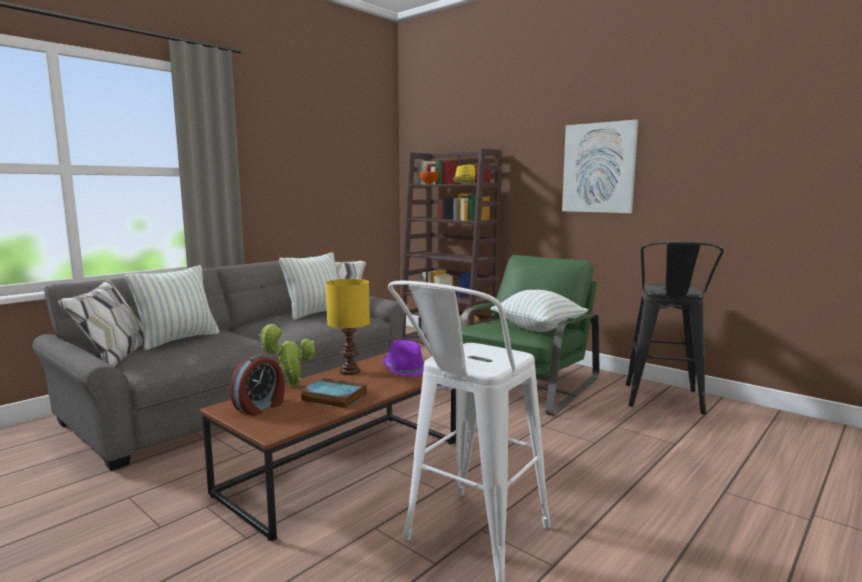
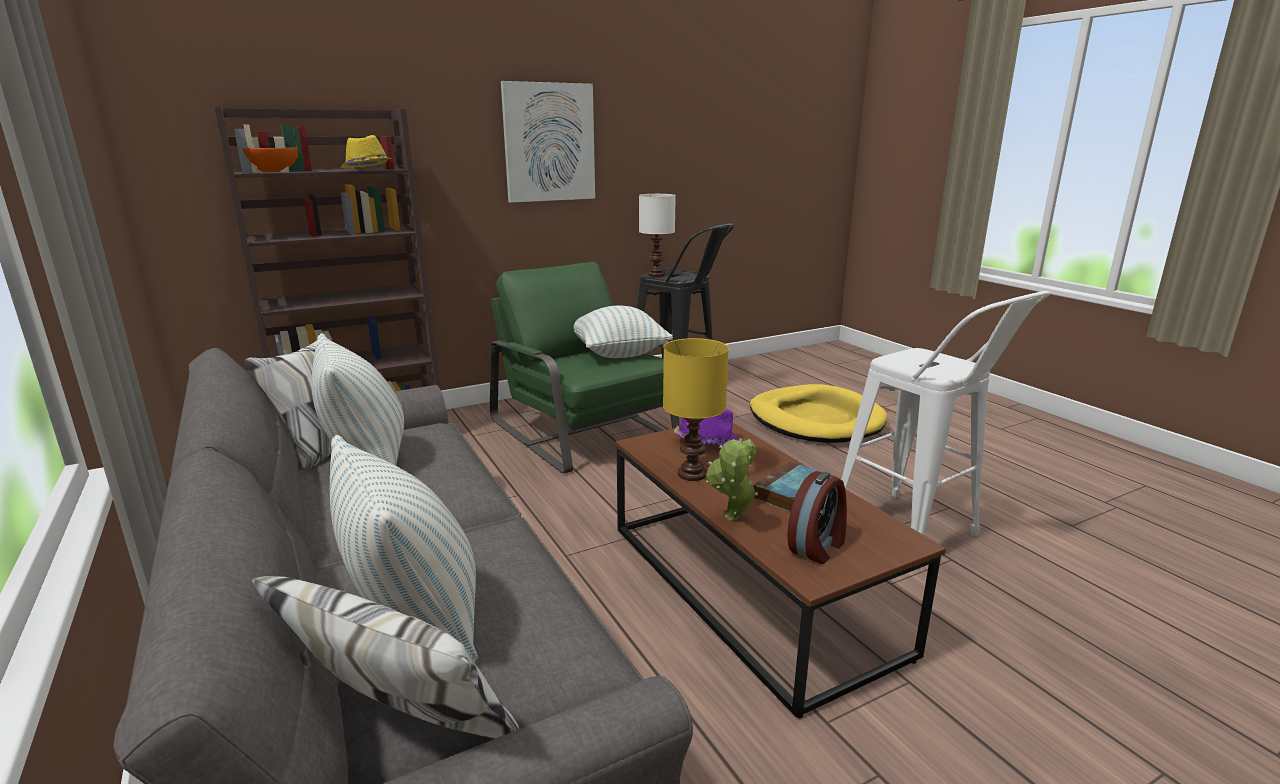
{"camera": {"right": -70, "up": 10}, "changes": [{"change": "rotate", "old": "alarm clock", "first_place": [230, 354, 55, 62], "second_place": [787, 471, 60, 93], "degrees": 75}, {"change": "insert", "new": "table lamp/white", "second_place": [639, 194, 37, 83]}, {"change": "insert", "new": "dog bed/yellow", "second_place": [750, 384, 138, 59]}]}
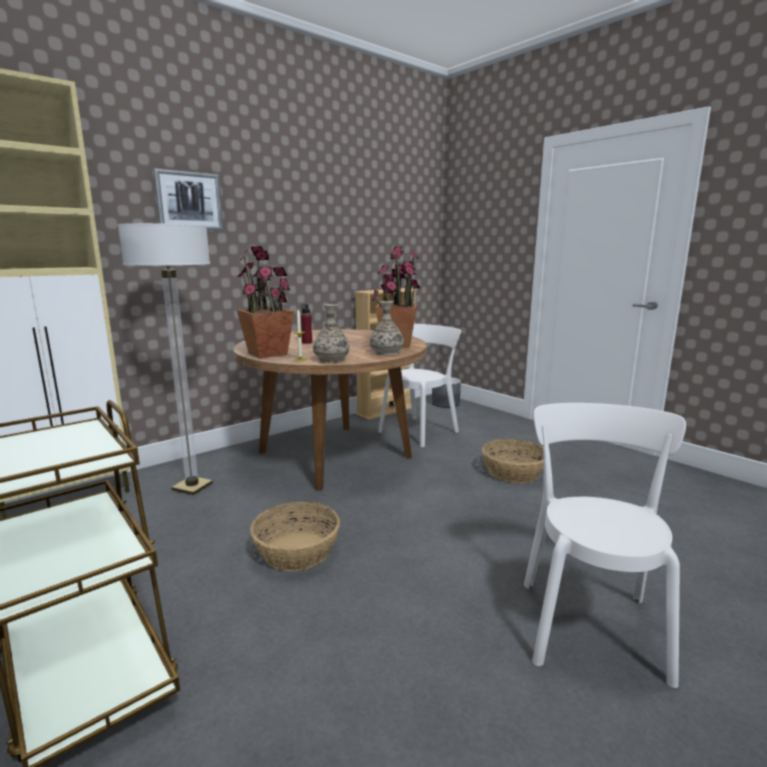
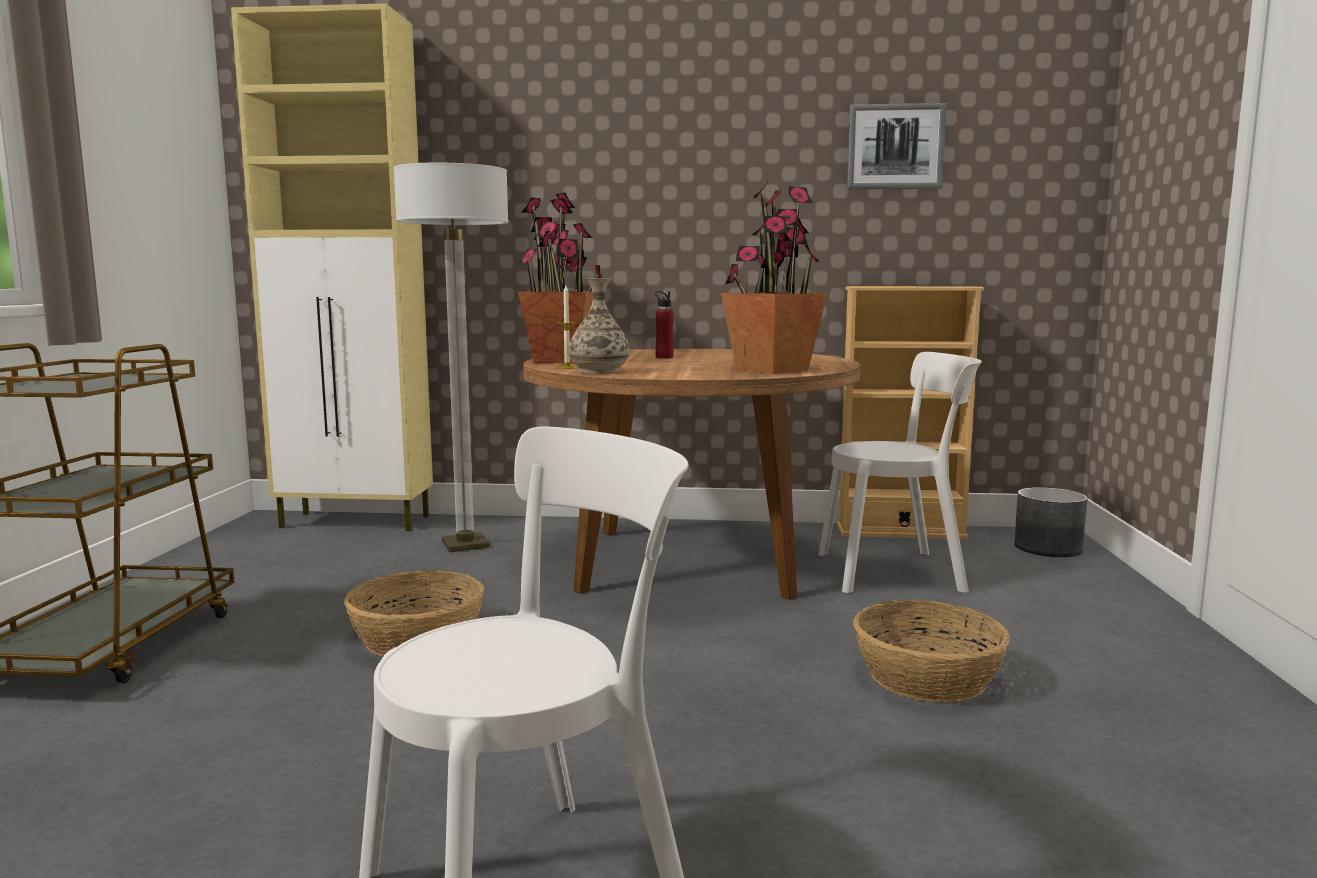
{"camera": {"right": 45, "up": -5}, "changes": [{"change": "move", "old": "picture", "first_place": [153, 169, 70, 61], "second_place": [847, 103, 100, 86]}, {"change": "delete", "old": "vase", "first_place": [370, 301, 34, 55]}]}
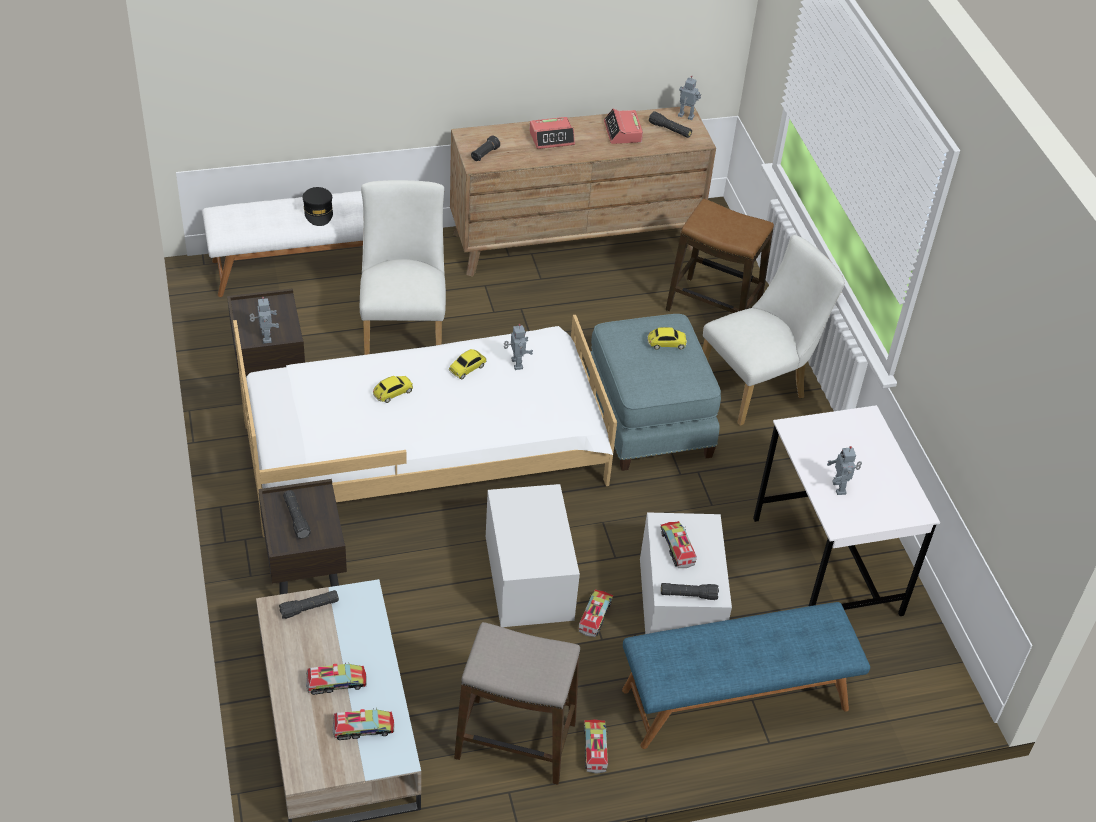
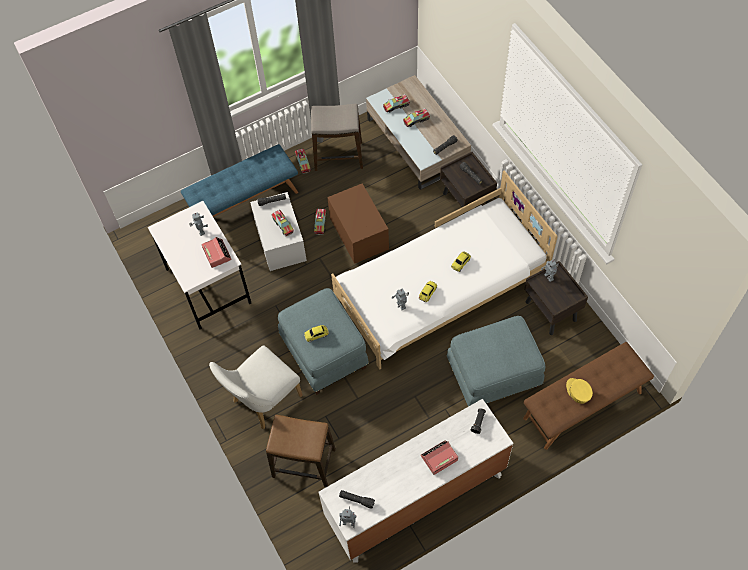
{"camera": {"right": 170, "up": 15}, "changes": [{"change": "recolor", "old": "dresser/brown", "new": "dresser/white", "first_place": [450, 106, 266, 171], "second_place": [319, 399, 194, 164]}, {"change": "move", "old": "alarm clock", "first_place": [604, 108, 39, 36], "second_place": [202, 237, 30, 31]}, {"change": "replace", "old": "chair/white", "new": "ottoman/blue", "first_place": [360, 180, 86, 175], "second_place": [447, 316, 98, 91]}, {"change": "recolor", "old": "cap/black", "new": "cap/yellow", "first_place": [303, 187, 30, 39], "second_place": [566, 378, 27, 26]}, {"change": "recolor", "old": "bench/white", "new": "bench/brown", "first_place": [202, 191, 161, 106], "second_place": [523, 342, 131, 108]}, {"change": "recolor", "old": "storage box/white", "new": "storage box/brown", "first_place": [486, 484, 94, 143], "second_place": [327, 184, 62, 80]}]}
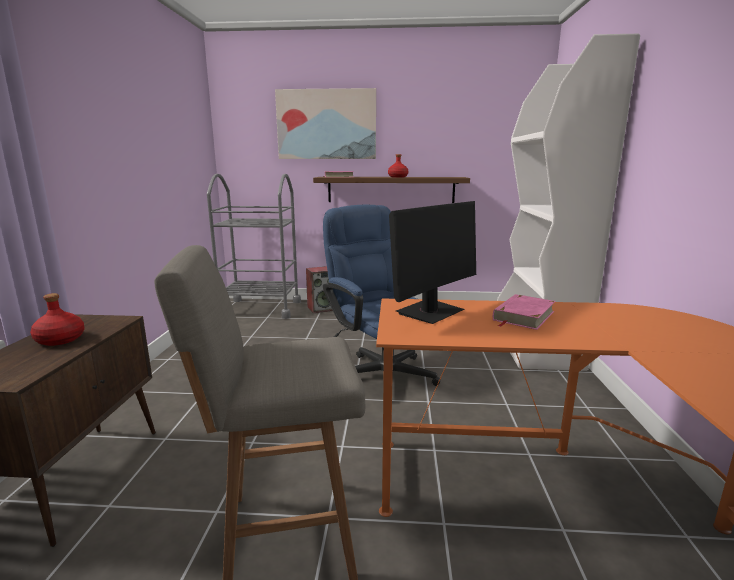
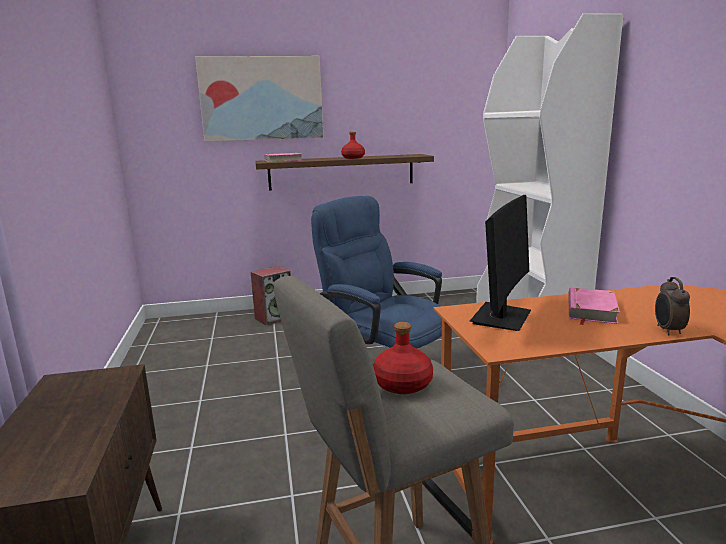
{"camera": {"right": -15, "up": 0}, "changes": [{"change": "delete", "old": "cart/grey", "first_place": [207, 174, 94, 145]}, {"change": "move", "old": "bottle/red", "first_place": [30, 293, 55, 53], "second_place": [373, 322, 60, 72]}, {"change": "insert", "new": "alarm clock", "second_place": [655, 277, 35, 58]}]}
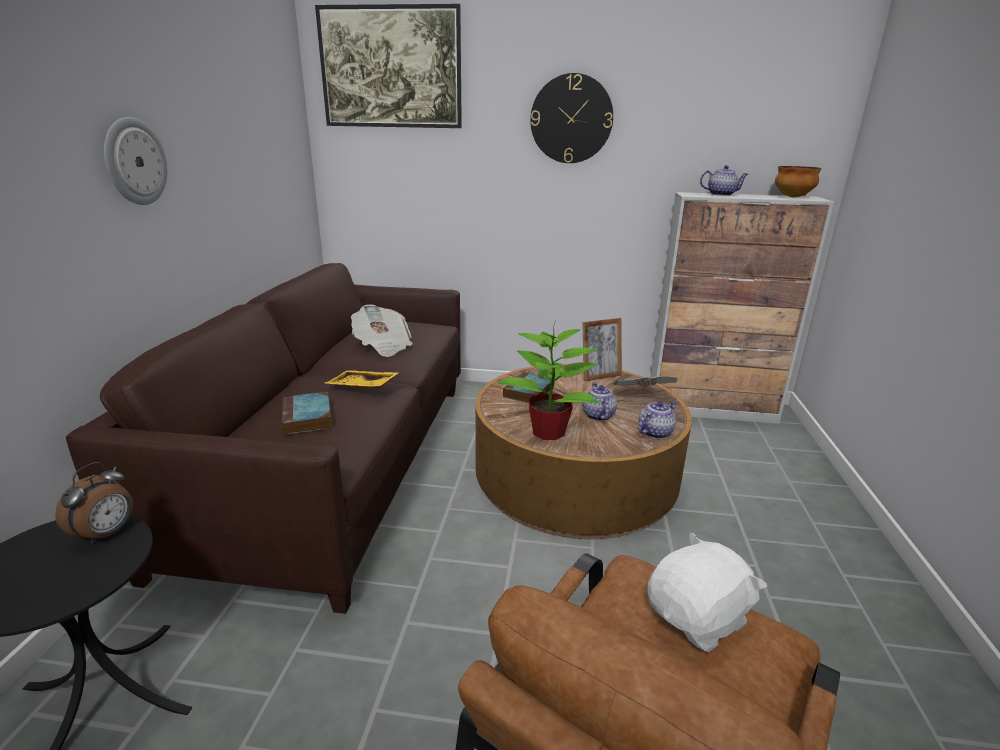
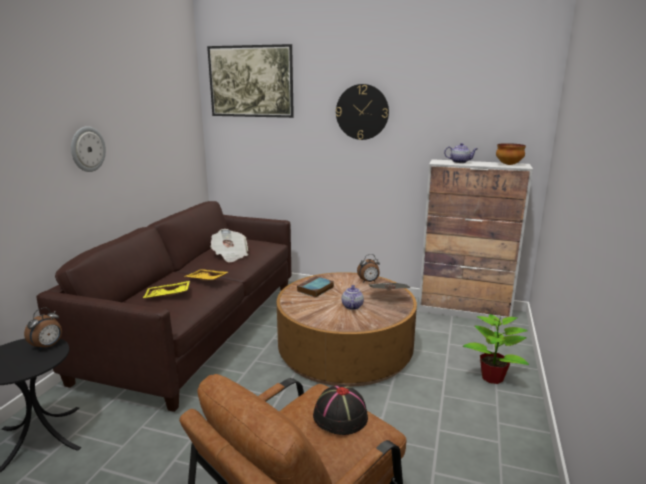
{"camera": {"right": 10, "up": -5}, "changes": [{"change": "replace", "old": "picture frame", "new": "alarm clock", "first_place": [582, 318, 40, 63], "second_place": [357, 254, 23, 29]}, {"change": "move", "old": "potted plant", "first_place": [498, 323, 101, 117], "second_place": [463, 311, 66, 73]}, {"change": "replace", "old": "book", "new": "tray/yellow", "first_place": [281, 392, 51, 43], "second_place": [143, 281, 47, 17]}, {"change": "delete", "old": "teapot", "first_place": [638, 401, 39, 38]}, {"change": "replace", "old": "plush toy/white", "new": "hat/black", "first_place": [647, 532, 120, 120], "second_place": [313, 385, 55, 50]}]}
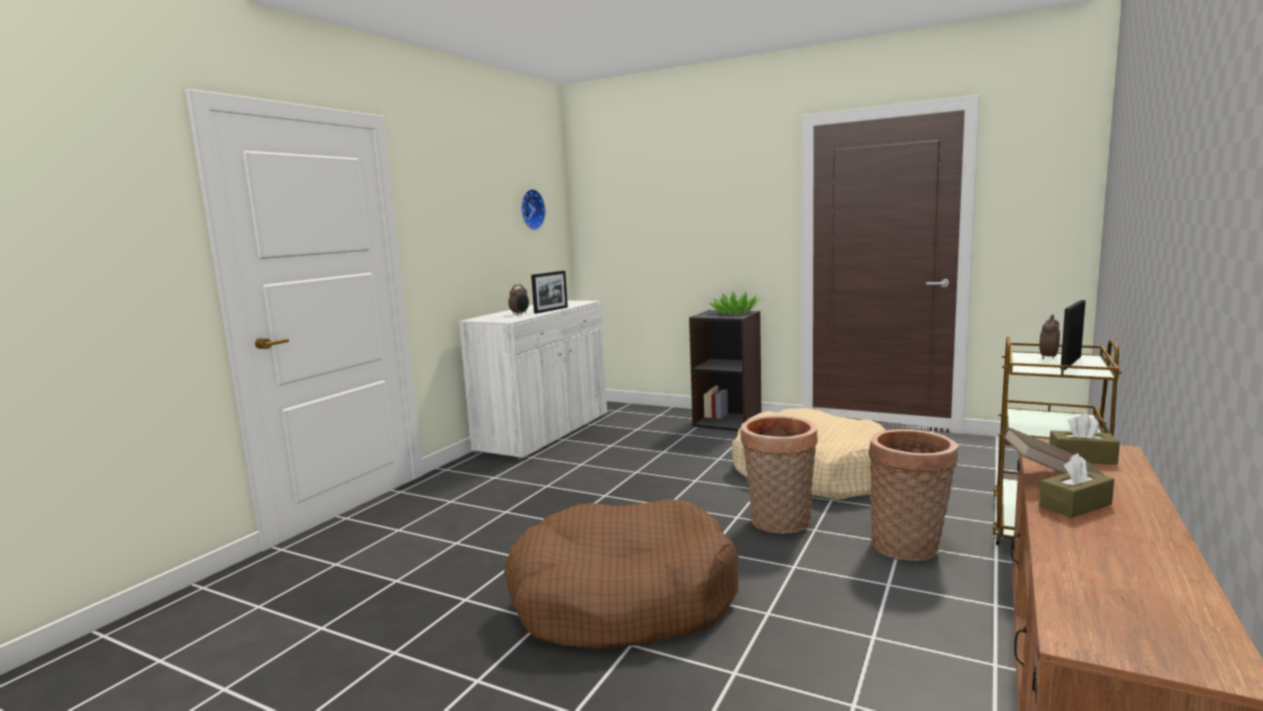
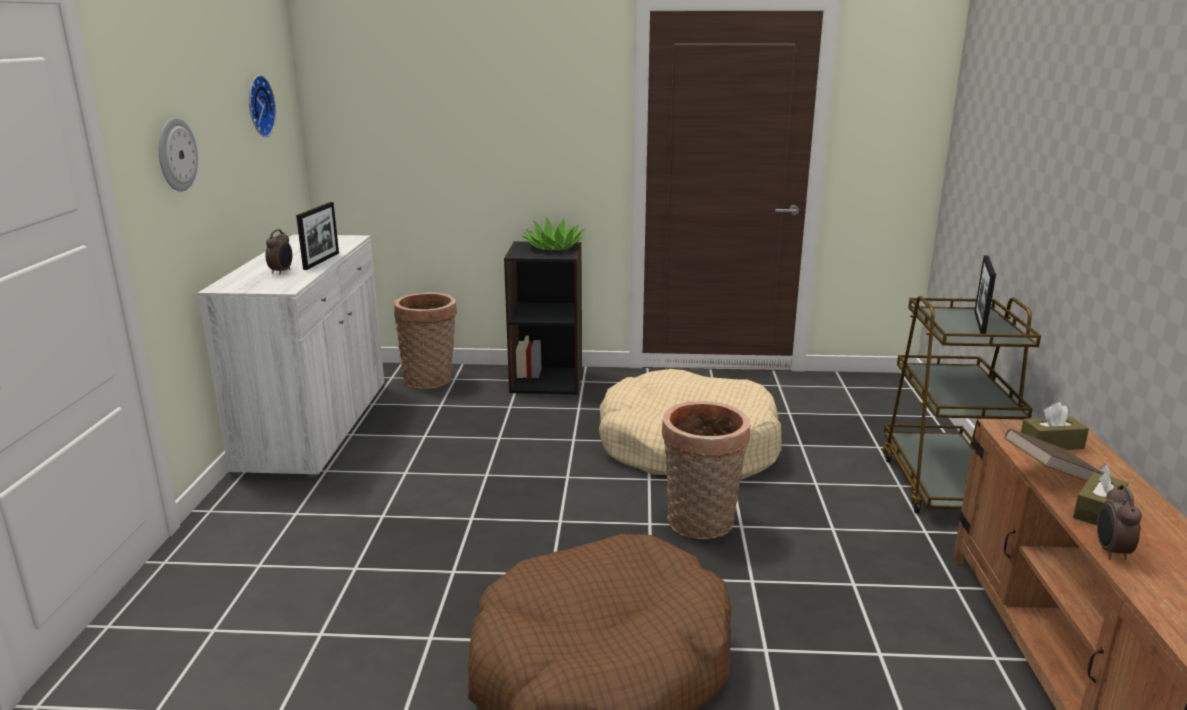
{"camera": {"right": -25, "up": 10}, "changes": [{"change": "move", "old": "alarm clock", "first_place": [1039, 314, 21, 45], "second_place": [1097, 485, 45, 75]}, {"change": "move", "old": "basket", "first_place": [868, 429, 90, 132], "second_place": [394, 292, 63, 97]}, {"change": "insert", "new": "wall clock", "second_place": [159, 117, 39, 75]}]}
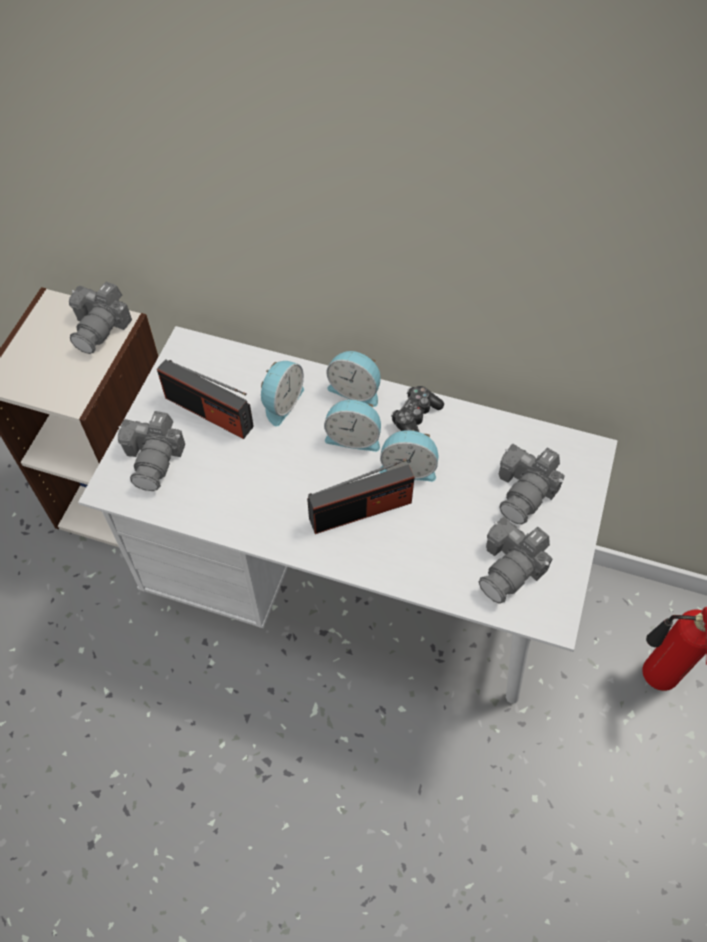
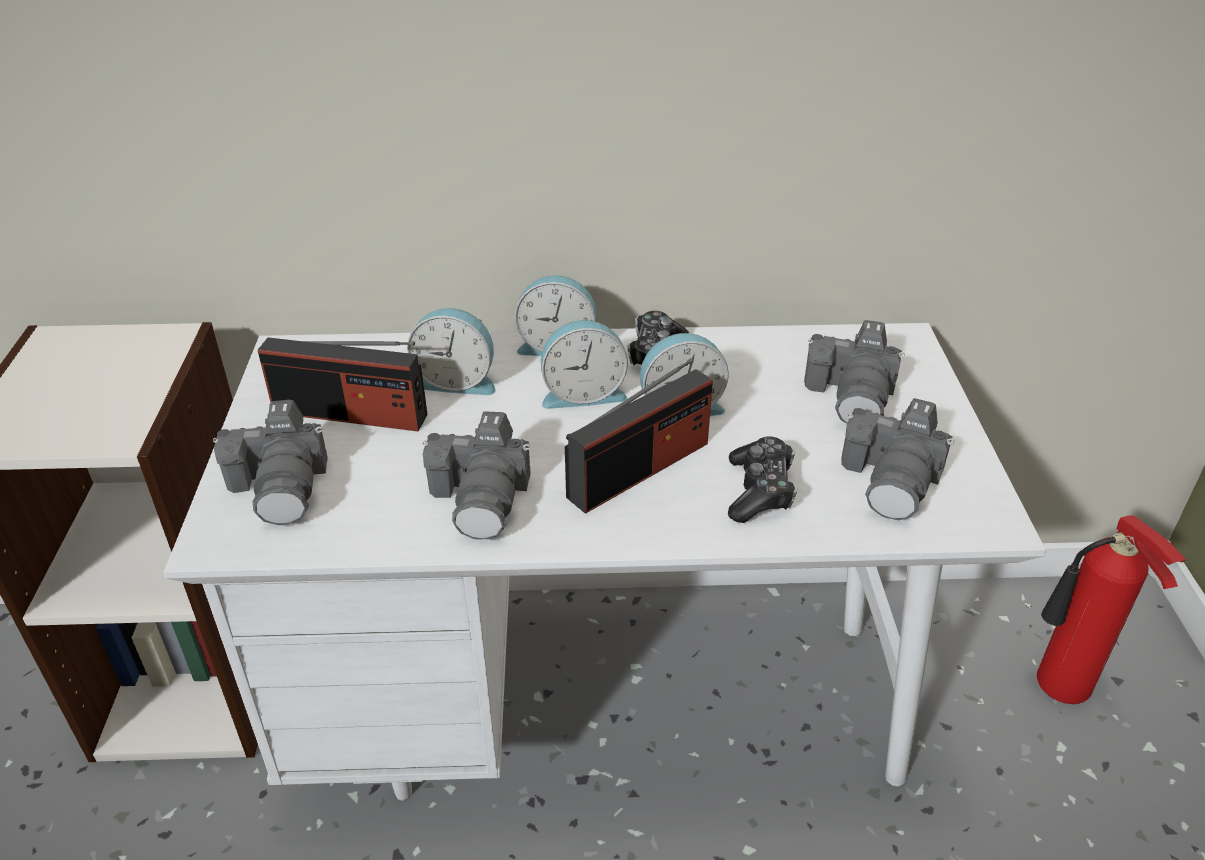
{"camera": {"right": -20, "up": -20}, "changes": [{"change": "move", "old": "photo camera", "first_place": [69, 282, 63, 72], "second_place": [423, 411, 108, 129]}, {"change": "rotate", "old": "alarm clock", "first_place": [261, 361, 43, 65], "second_place": [407, 308, 89, 87], "degrees": 90}, {"change": "insert", "new": "game controller", "second_place": [728, 437, 69, 86]}]}
